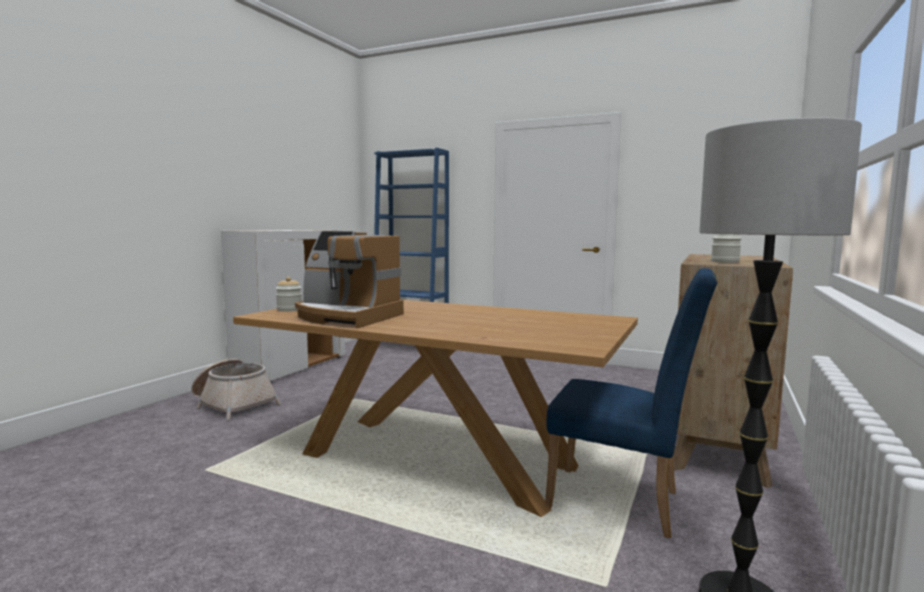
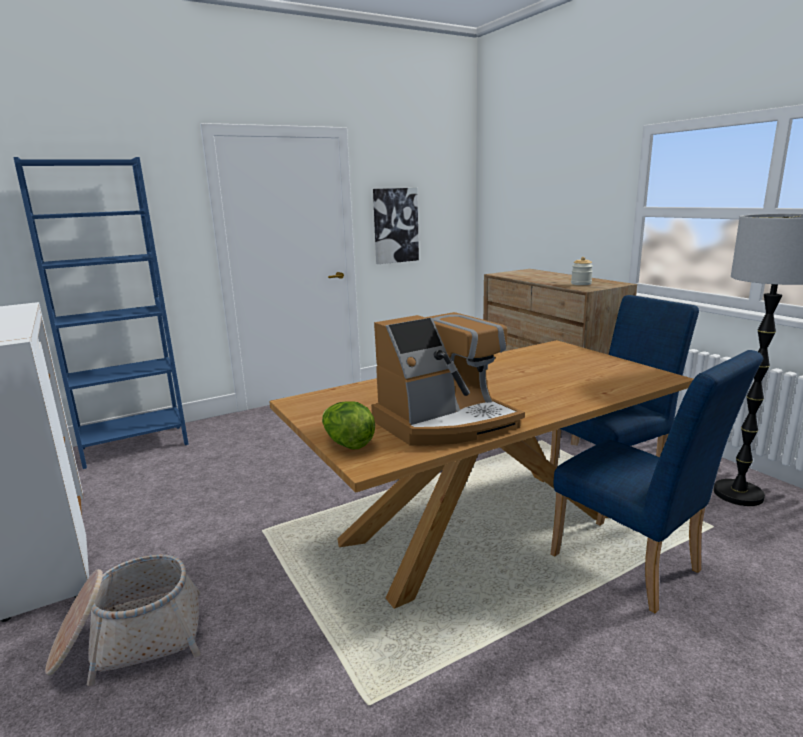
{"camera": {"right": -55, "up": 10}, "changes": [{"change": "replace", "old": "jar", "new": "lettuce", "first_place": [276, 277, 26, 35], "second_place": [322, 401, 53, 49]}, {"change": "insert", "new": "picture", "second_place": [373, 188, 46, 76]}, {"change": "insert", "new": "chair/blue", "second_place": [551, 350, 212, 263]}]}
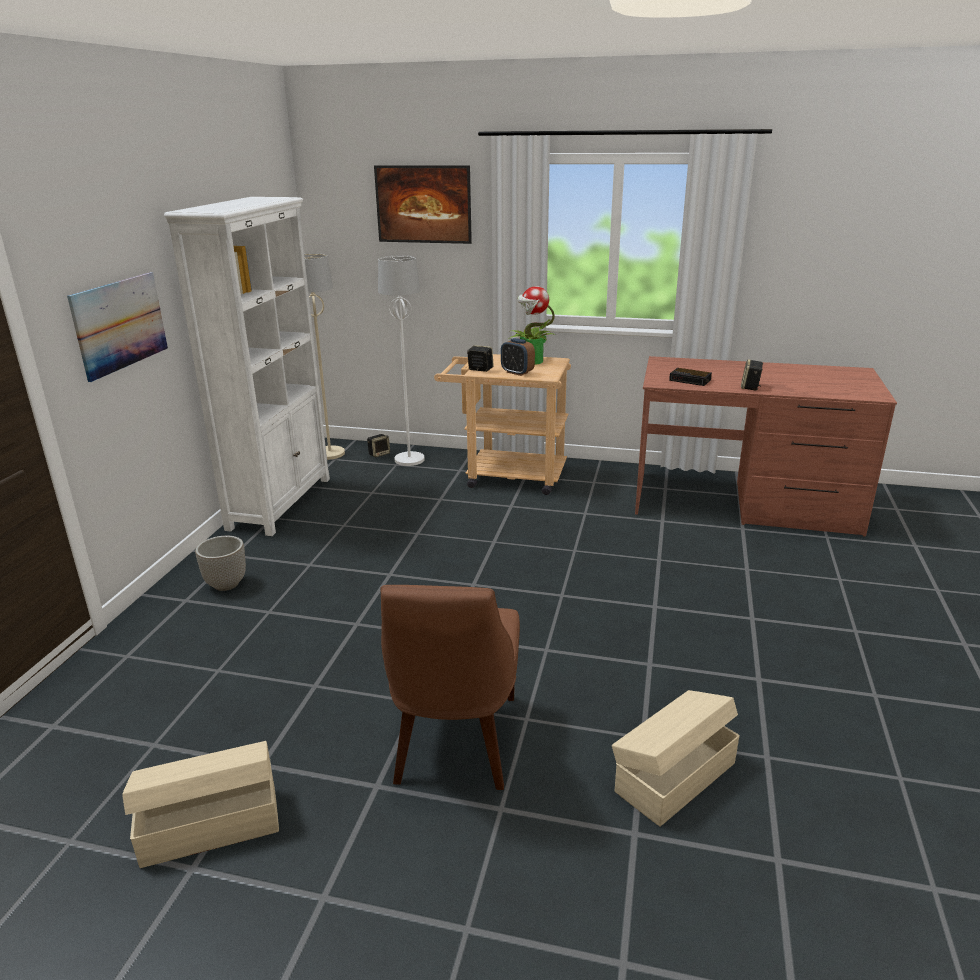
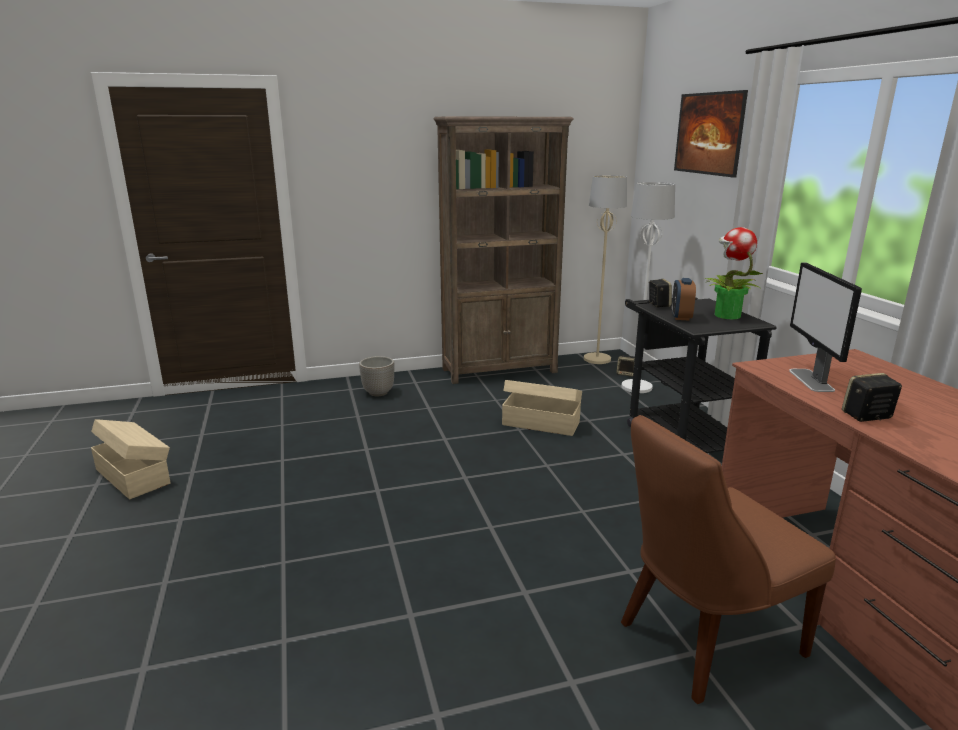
{"camera": {"right": 60, "up": -5}, "changes": [{"change": "recolor", "old": "bookcase/white", "new": "bookcase/brown", "first_place": [164, 197, 166, 339], "second_place": [433, 116, 141, 268]}, {"change": "delete", "old": "picture", "first_place": [67, 272, 101, 110]}, {"change": "recolor", "old": "cart/beige", "new": "cart/black", "first_place": [434, 354, 137, 141], "second_place": [625, 297, 152, 156]}, {"change": "replace", "old": "alarm clock", "new": "monitor", "first_place": [669, 368, 43, 18], "second_place": [789, 262, 73, 130]}, {"change": "move", "old": "chair/brown", "first_place": [380, 585, 140, 205], "second_place": [621, 415, 215, 289]}, {"change": "move", "old": "storage box/beige", "first_place": [612, 690, 128, 136], "second_place": [502, 380, 80, 56]}]}
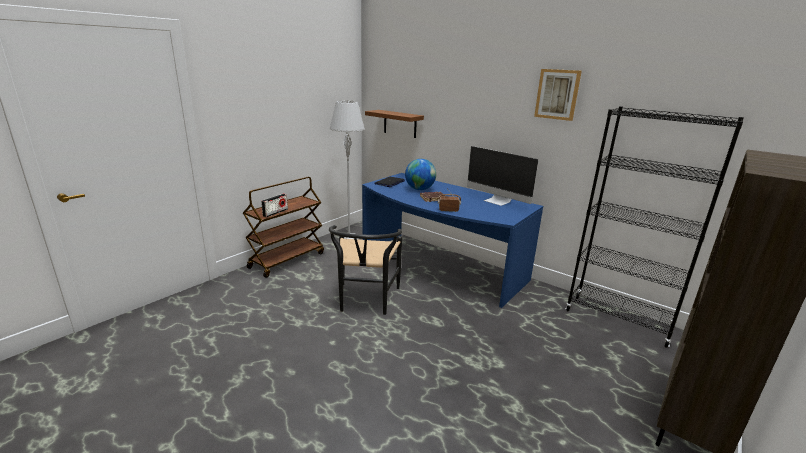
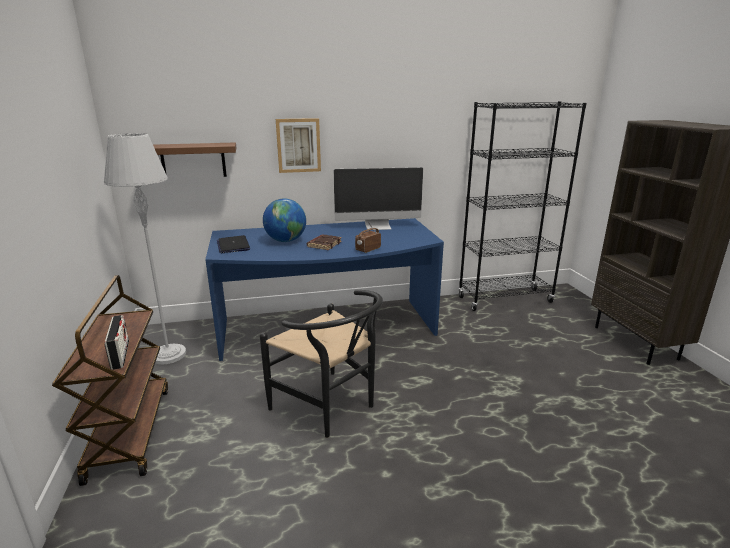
{"camera": {"right": -50, "up": 0}, "changes": [{"change": "move", "old": "picture", "first_place": [534, 69, 48, 52], "second_place": [276, 118, 45, 55]}]}
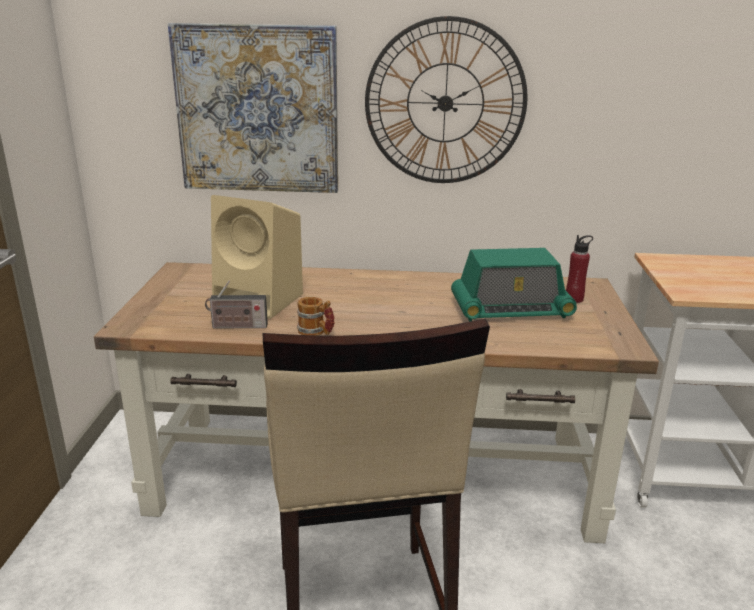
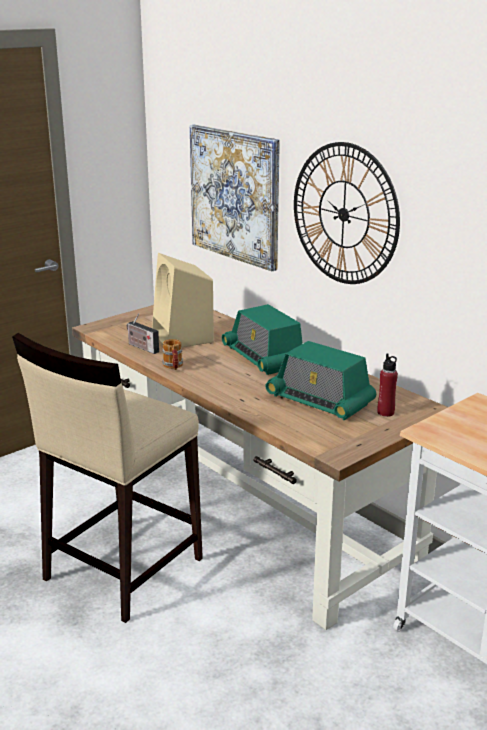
{"camera": {"right": 45, "up": 0}, "changes": [{"change": "insert", "new": "radio", "second_place": [222, 304, 81, 71]}]}
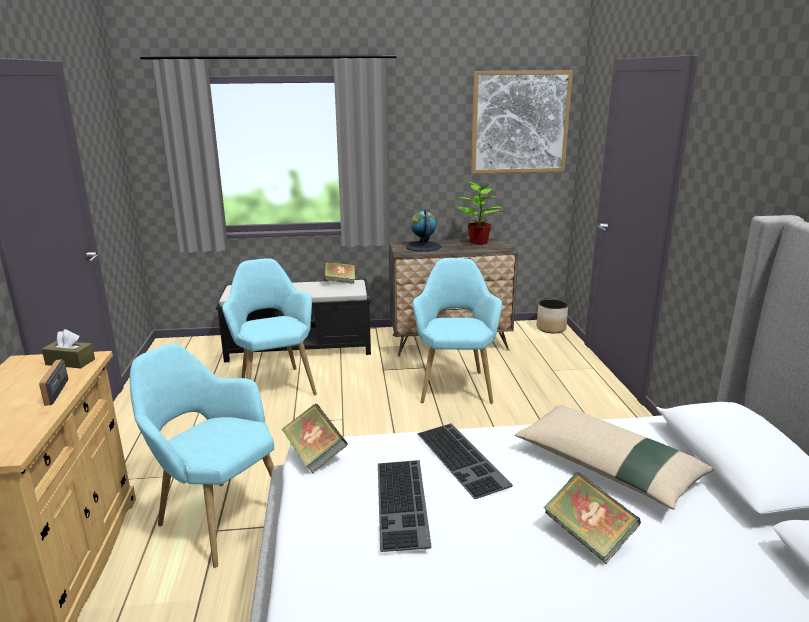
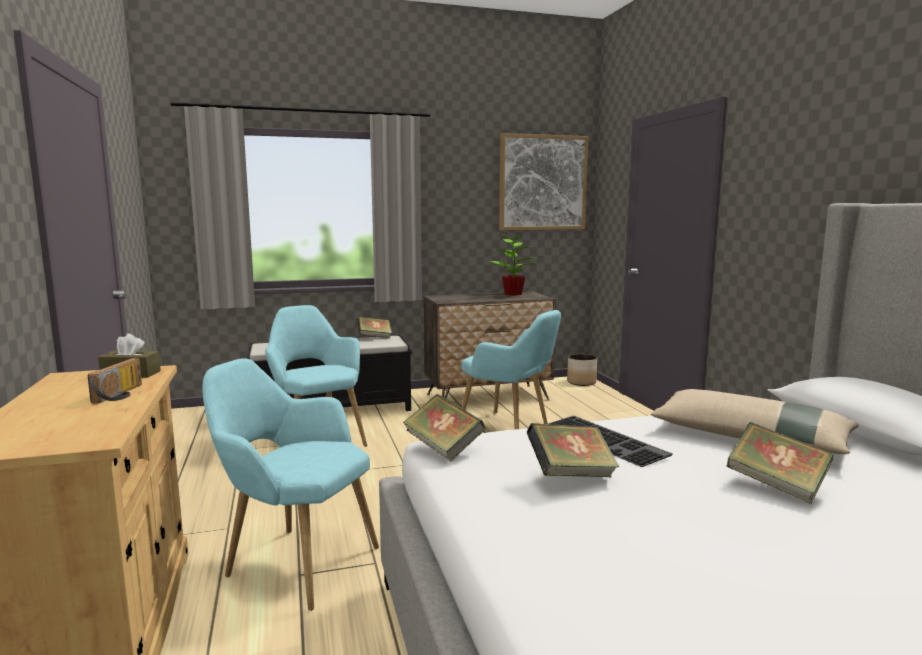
{"camera": {"right": -10, "up": -10}, "changes": [{"change": "delete", "old": "globe", "first_place": [406, 209, 35, 43]}, {"change": "rotate", "old": "armchair/turquoise", "first_place": [413, 258, 89, 146], "second_place": [461, 310, 100, 119], "degrees": 135}, {"change": "rotate", "old": "radio", "first_place": [39, 359, 29, 47], "second_place": [88, 358, 54, 46], "degrees": -150}, {"change": "replace", "old": "keyboard", "new": "book", "first_place": [378, 460, 54, 92], "second_place": [527, 423, 92, 54]}]}
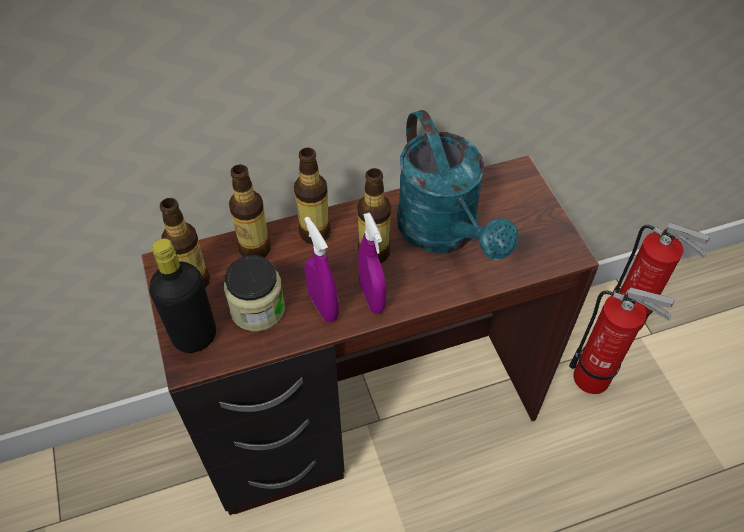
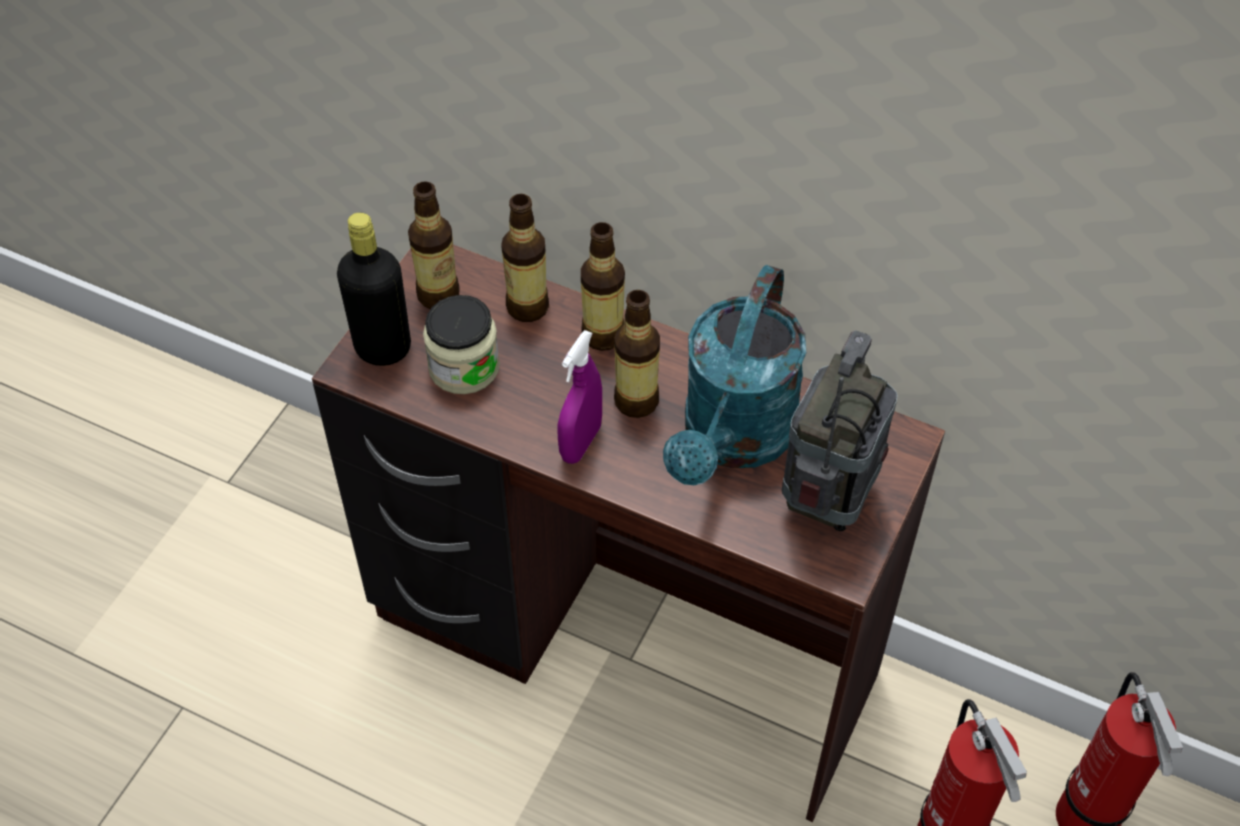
{"camera": {"right": 45, "up": 0}, "changes": [{"change": "delete", "old": "spray bottle/purple", "first_place": [304, 217, 35, 105]}, {"change": "insert", "new": "radio", "second_place": [782, 331, 116, 200]}]}
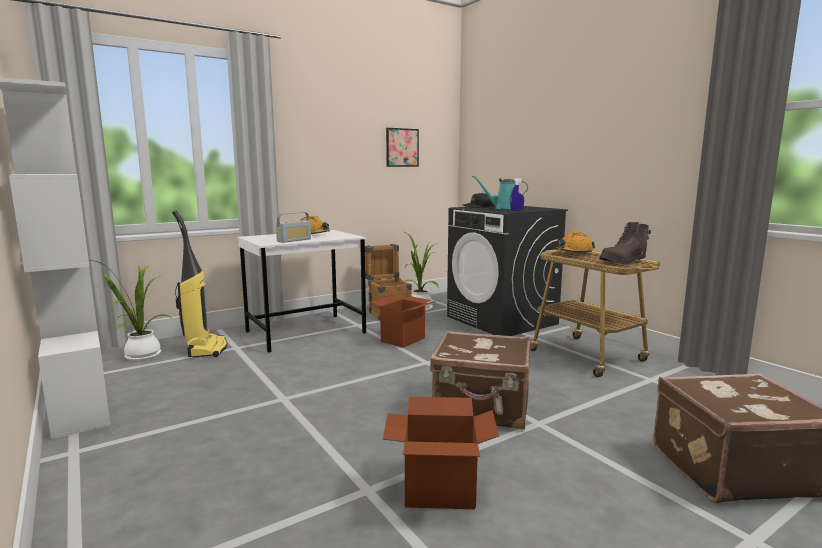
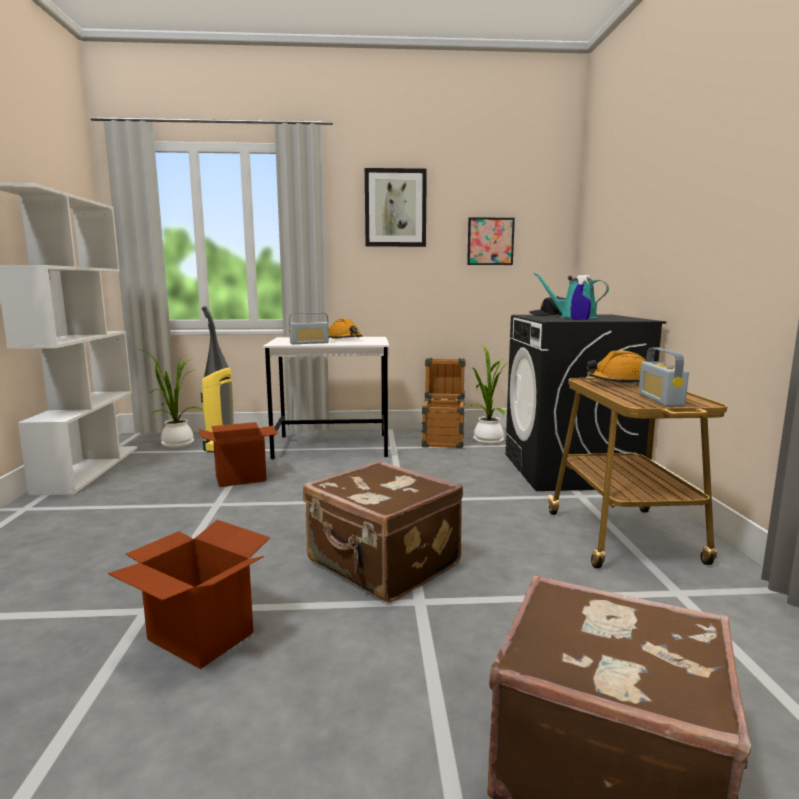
{"camera": {"right": 30, "up": 0}, "changes": [{"change": "replace", "old": "boot/brown", "new": "radio", "first_place": [600, 222, 51, 42], "second_place": [639, 348, 50, 58]}, {"change": "move", "old": "cardboard box", "first_place": [370, 296, 66, 52], "second_place": [199, 422, 79, 65]}, {"change": "insert", "new": "picture", "second_place": [365, 168, 62, 79]}]}
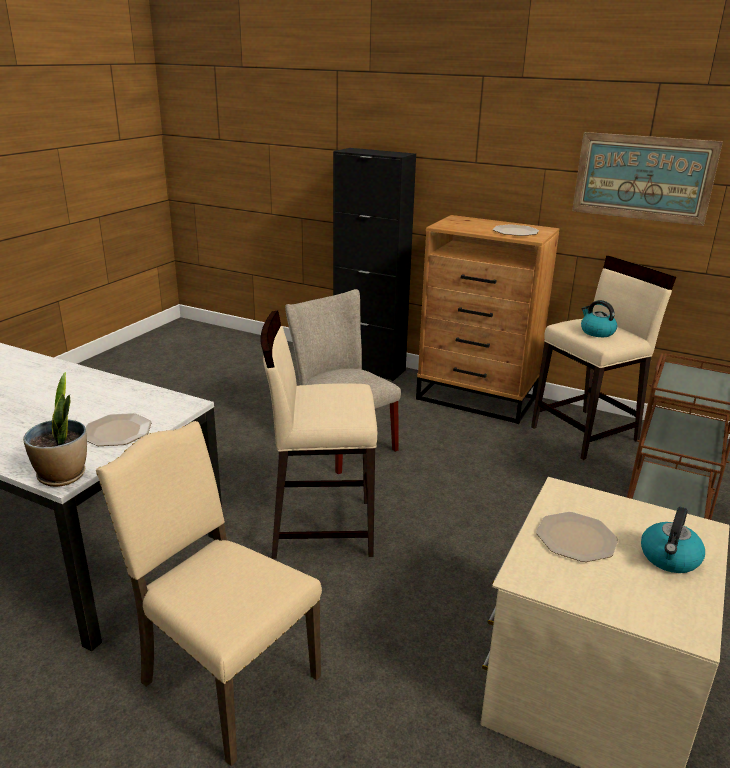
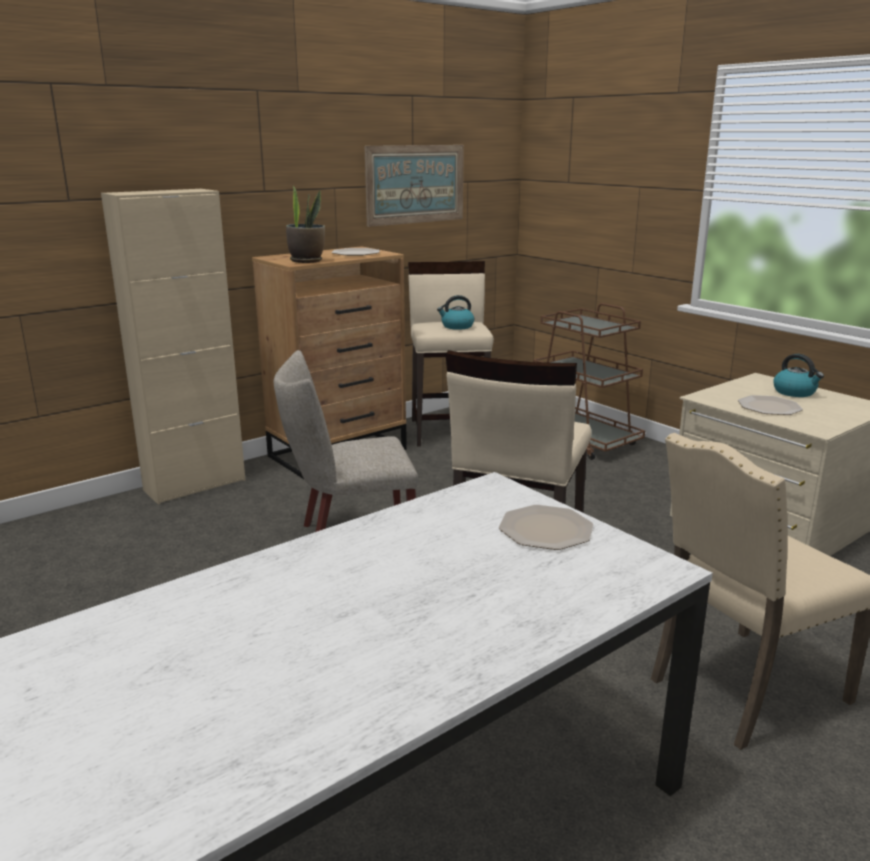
{"camera": {"right": -65, "up": -5}, "changes": [{"change": "recolor", "old": "cabinet/black", "new": "cabinet/beige", "first_place": [333, 148, 83, 233], "second_place": [101, 189, 144, 316]}, {"change": "move", "old": "potted plant", "first_place": [23, 372, 64, 115], "second_place": [286, 186, 39, 77]}]}
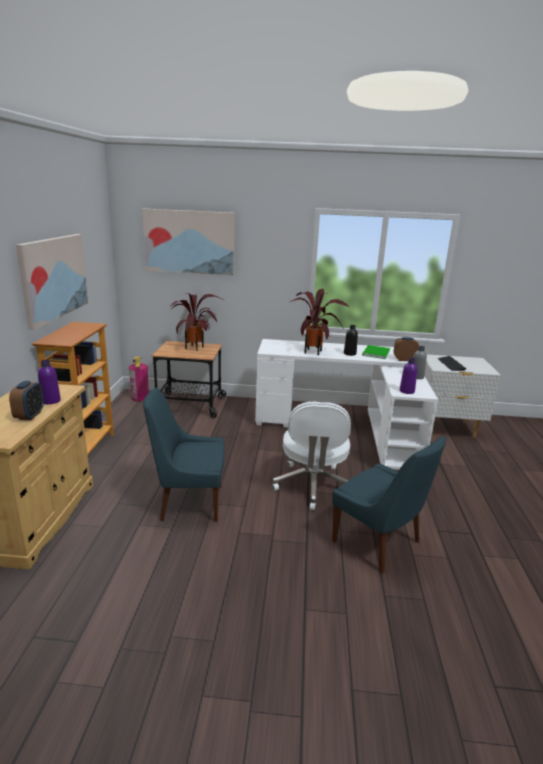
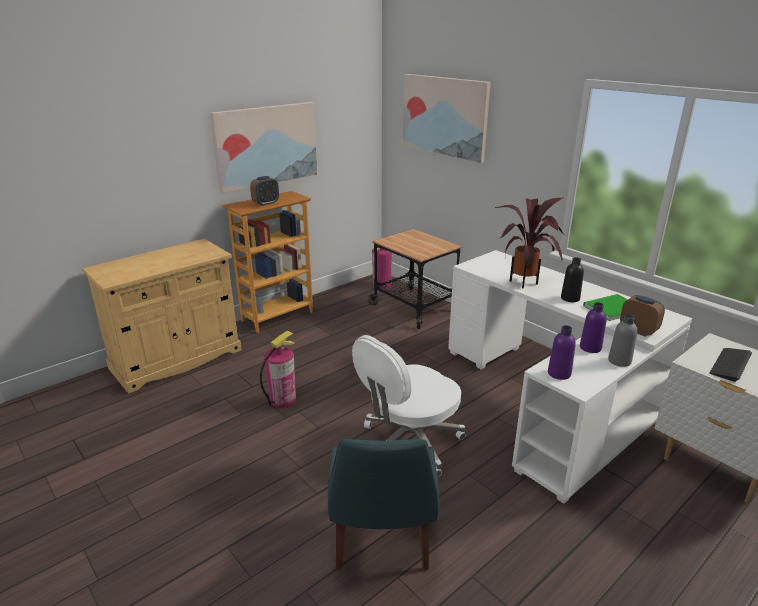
{"camera": {"right": 45, "up": 5}, "changes": [{"change": "delete", "old": "potted plant", "first_place": [169, 293, 55, 58]}, {"change": "move", "old": "bottle/purple", "first_place": [38, 360, 23, 44], "second_place": [580, 302, 27, 51]}, {"change": "move", "old": "alarm clock", "first_place": [9, 381, 35, 39], "second_place": [250, 176, 29, 30]}, {"change": "replace", "old": "chair/blue", "new": "fire extinguisher", "first_place": [143, 388, 82, 134], "second_place": [260, 331, 36, 77]}]}
